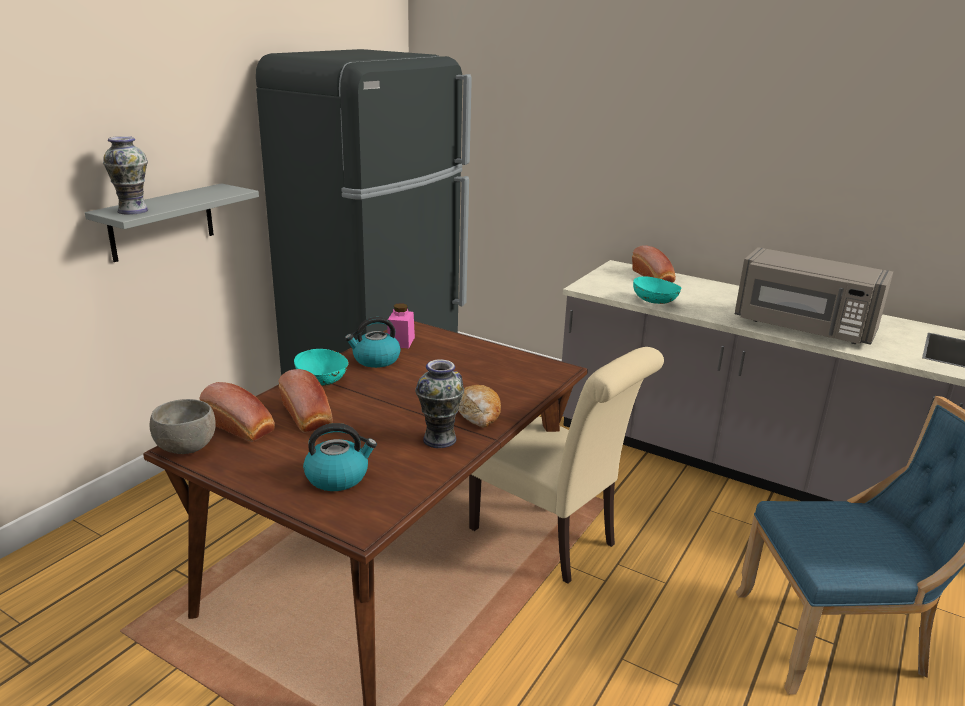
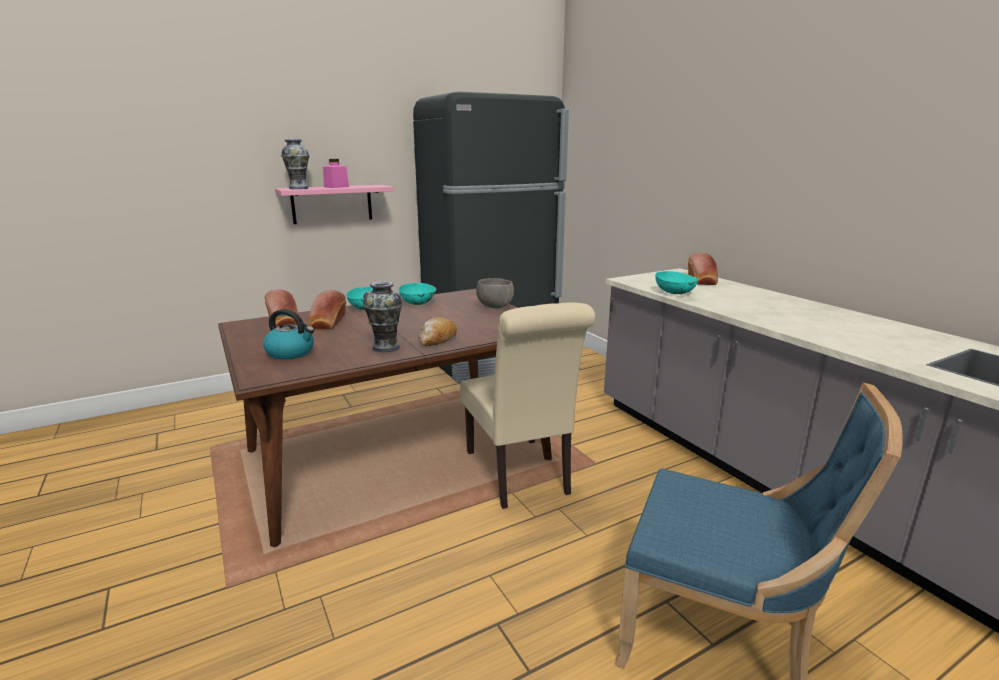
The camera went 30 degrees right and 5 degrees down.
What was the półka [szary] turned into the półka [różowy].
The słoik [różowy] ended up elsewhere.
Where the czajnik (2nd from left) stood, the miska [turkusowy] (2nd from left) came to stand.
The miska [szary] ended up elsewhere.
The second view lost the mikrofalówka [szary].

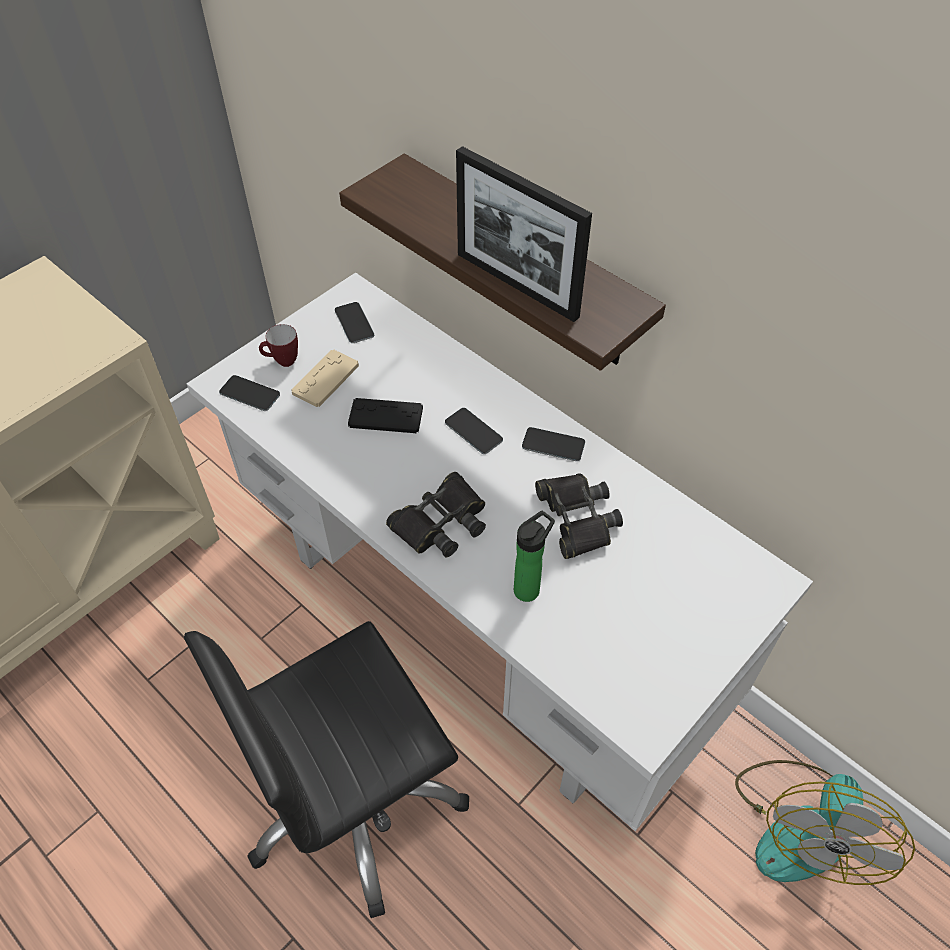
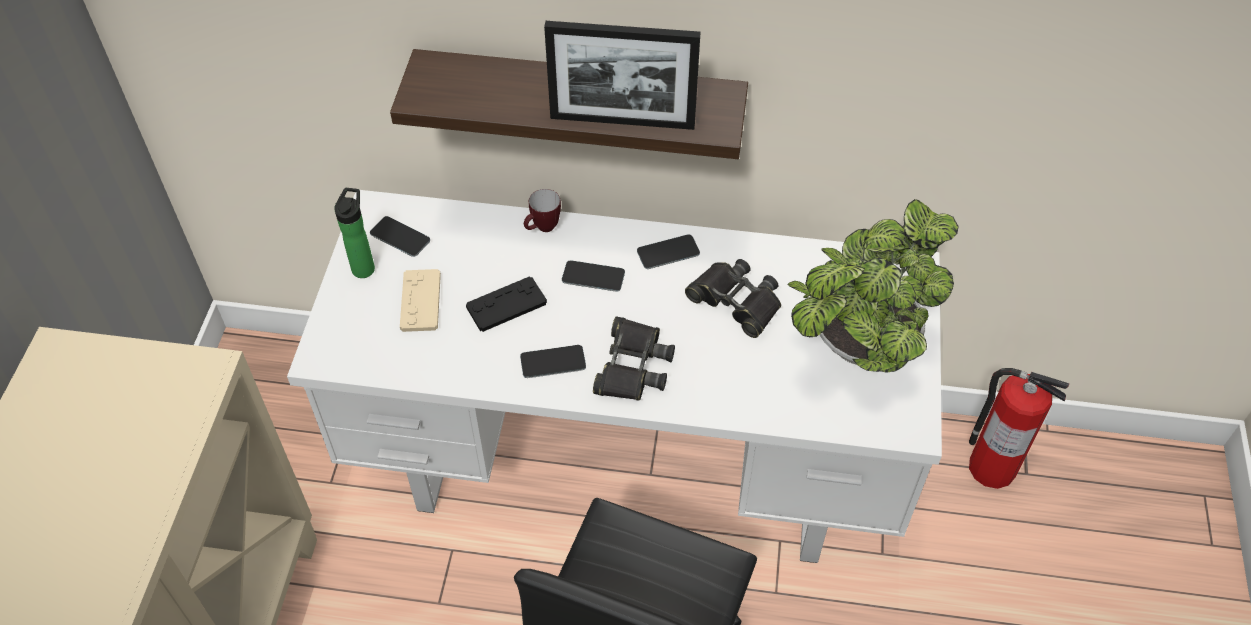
The camera went 35 degrees left and 0 degrees up.
The butelka ended up elsewhere.
The telefon (1st from left in the first image) ended up elsewhere.
The kubek ended up elsewhere.
The second view gained the roślina doniczkowa.
Where the wentylator stood, the gaśnica came to stand.

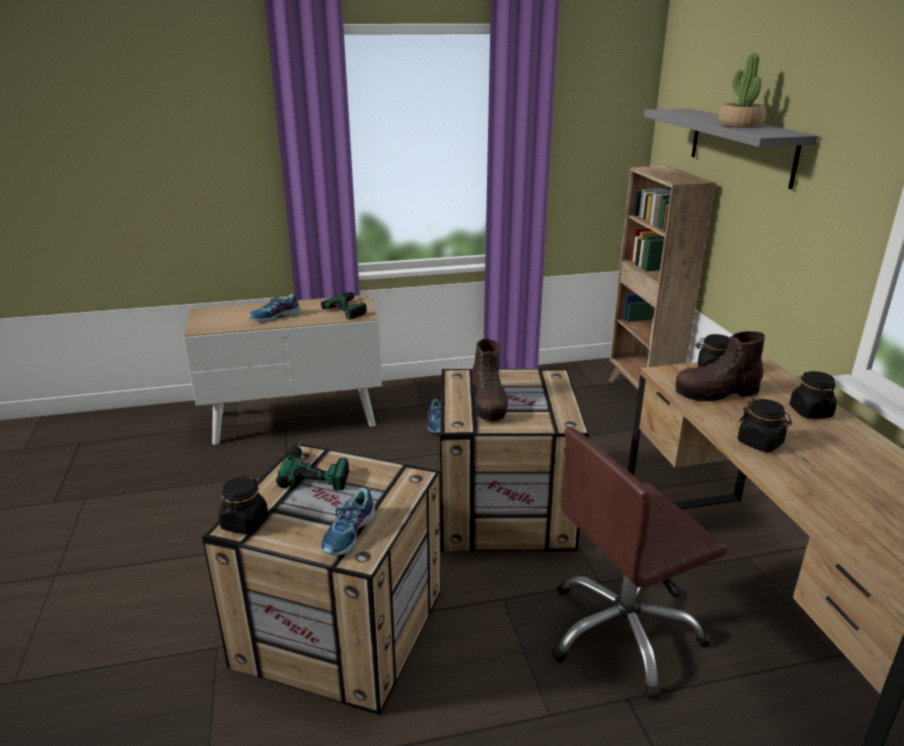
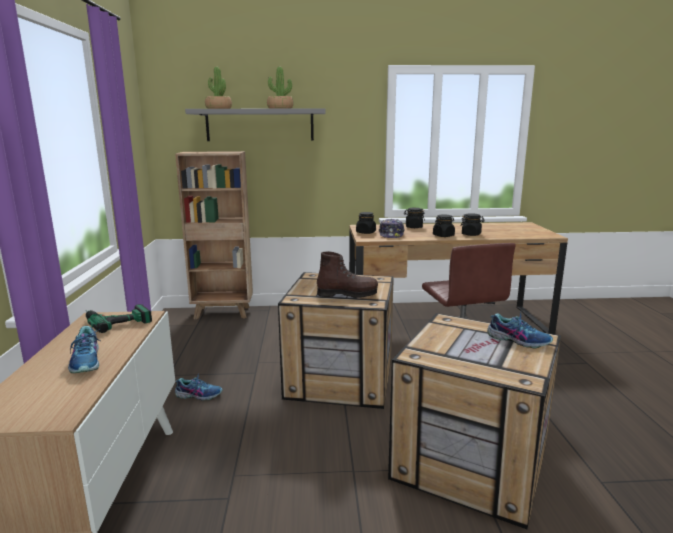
The camera went 80 degrees left and 10 degrees down.
The second view gained the roślina doniczkowa (1st from left).
Where the but z cholewką [brązowy] (2nd from left) stood, the czapka z daszkiem came to stand.
The słoik [czarny] (1st from left in the first image) ended up elsewhere.
The second view lost the wiertarka (1st from left).

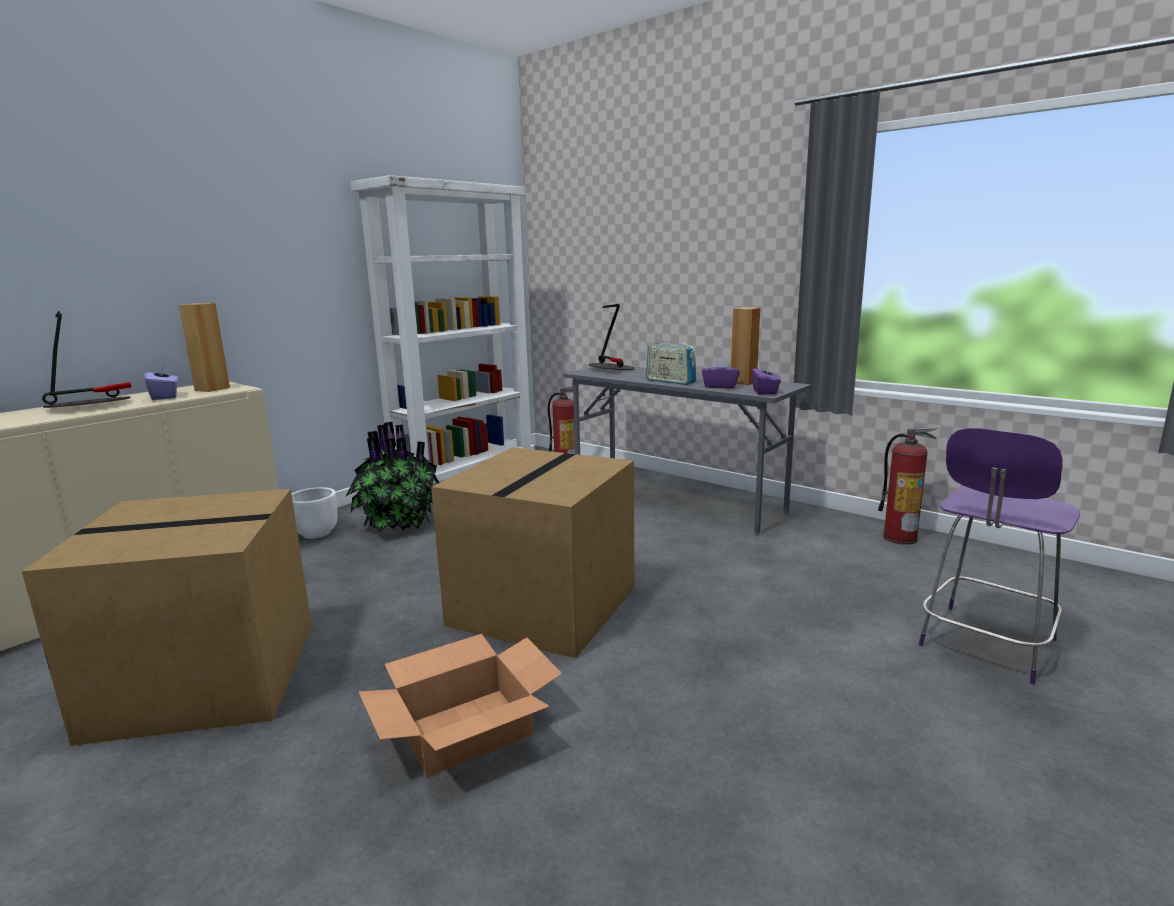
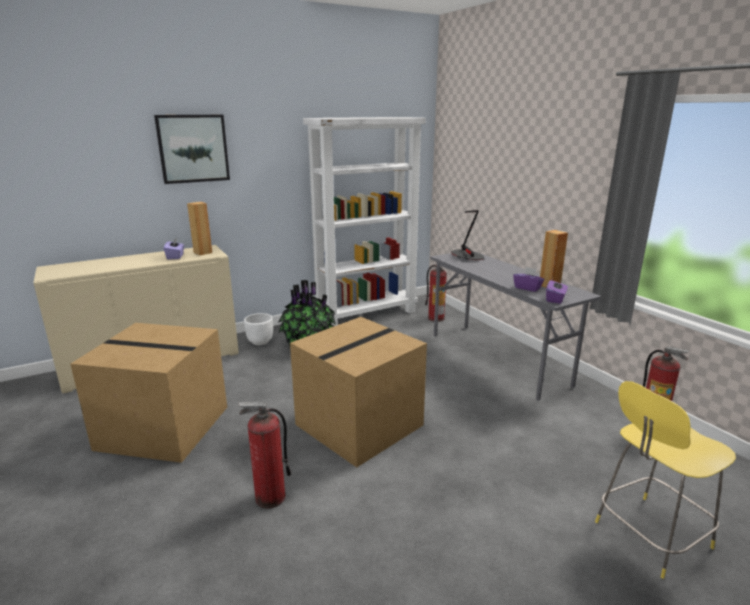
The camera went 20 degrees right and 5 degrees up.
The second view gained the obraz.
Where the karton (2nd from left) stood, the gaśnica (1st from left) came to stand.
What was the stołek [fioletowy] turned into the stołek [żółty].
The second view lost the lampa stołowa (1st from left).
The second view lost the radio.

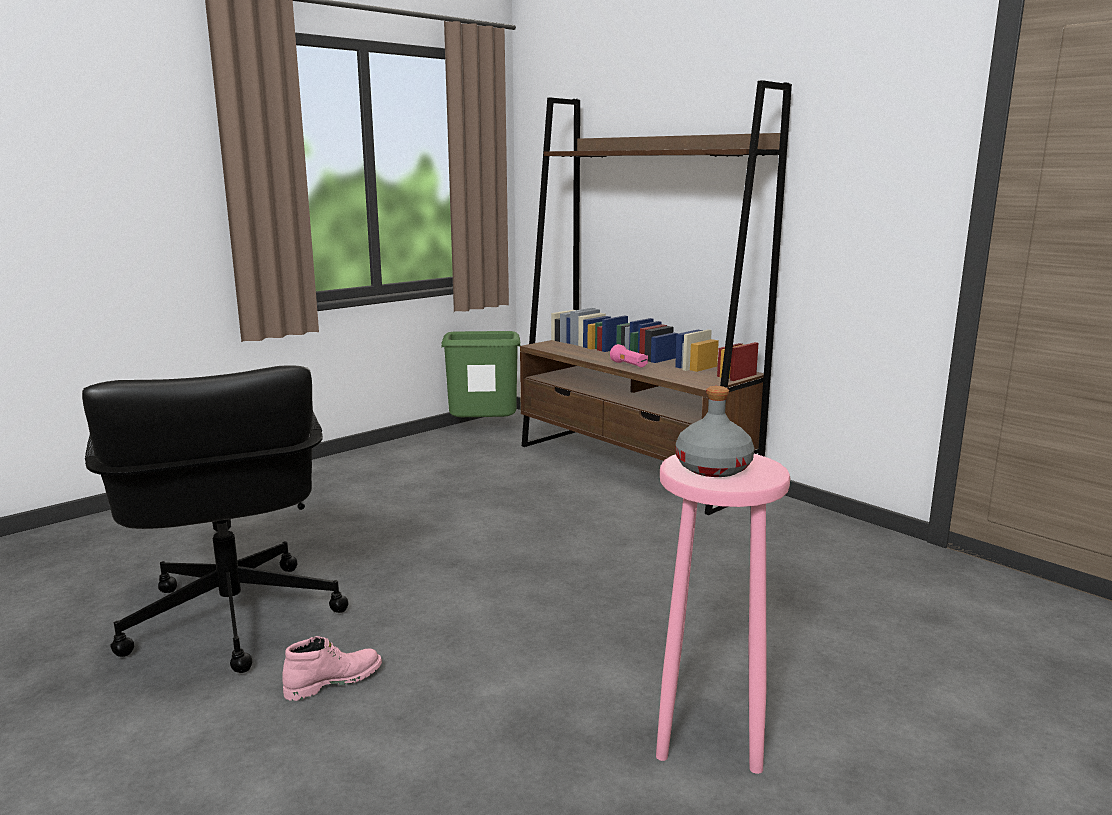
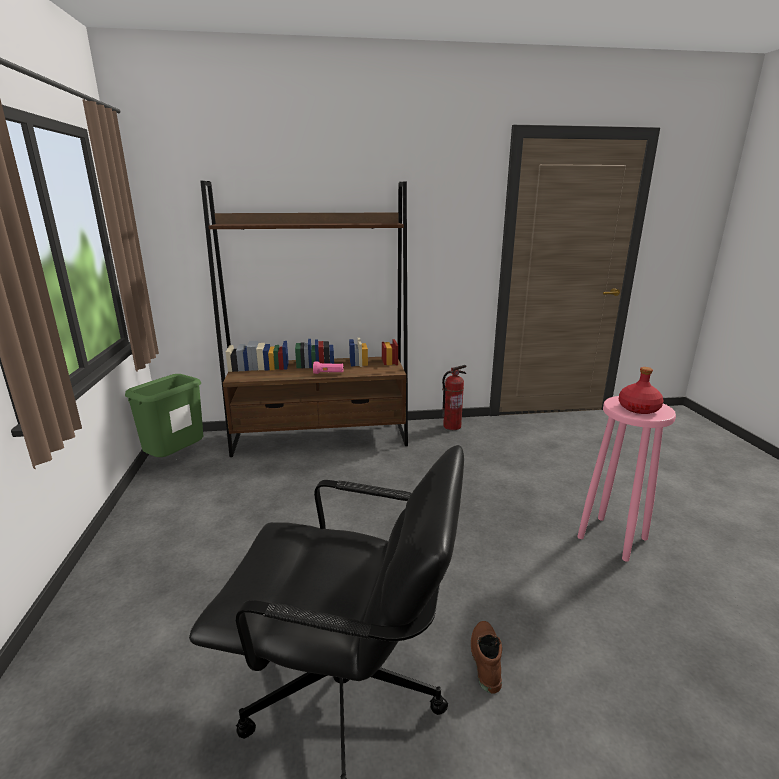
The camera went 55 degrees left and 5 degrees up.
The second view gained the gaśnica.
What was the but z cholewką [różowy] turned into the but z cholewką [brązowy].
What was the butelka [szary] turned into the butelka [czerwony].

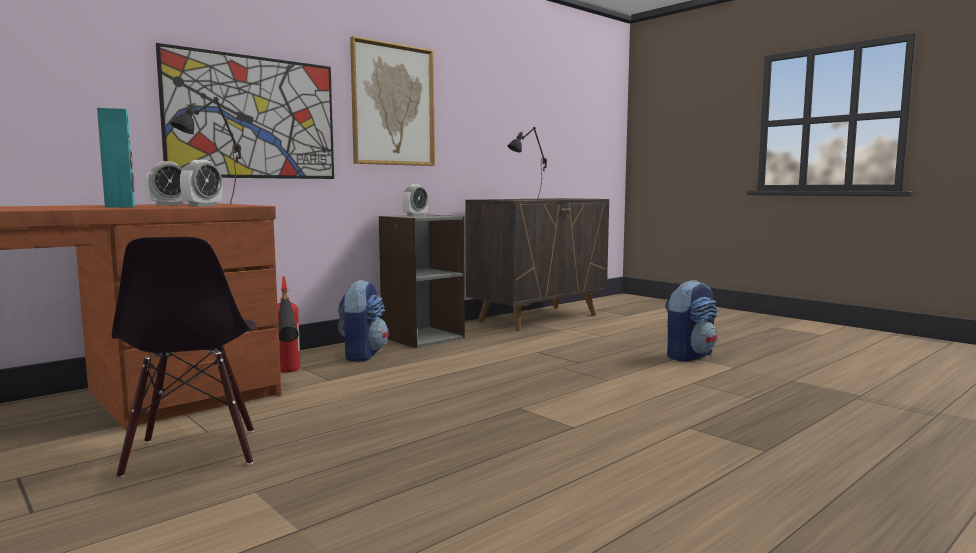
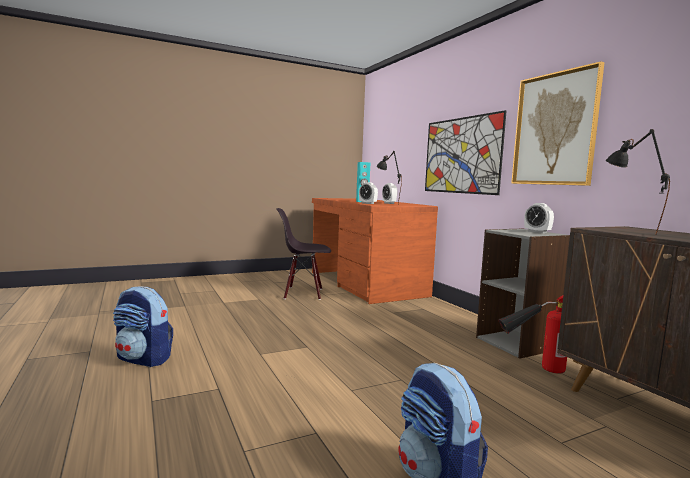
The camera went 105 degrees right and 0 degrees up.
The plecak (1st from left) ended up elsewhere.
The gaśnica ended up elsewhere.

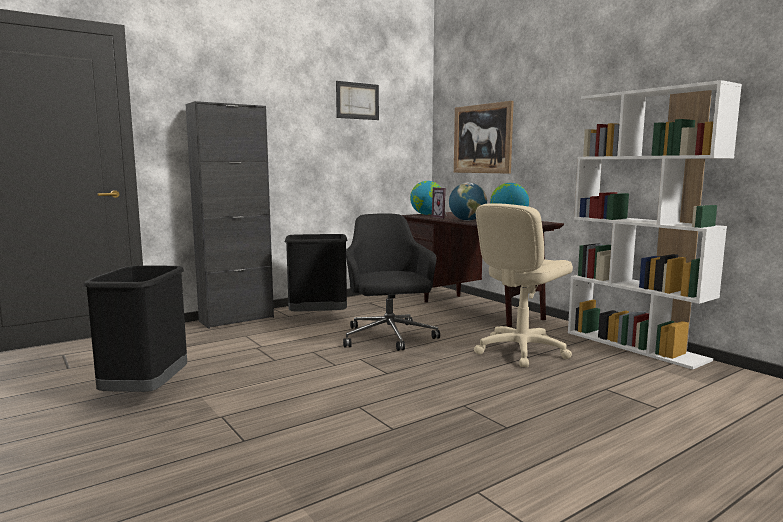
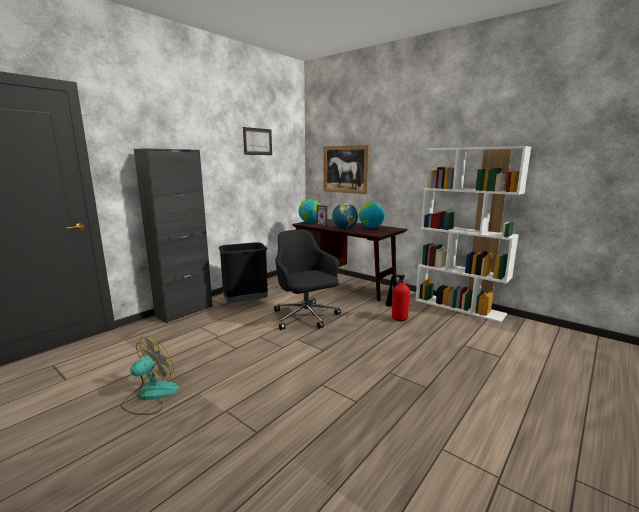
The camera went 15 degrees left and 5 degrees up.
Where the kosz na śmieci [czarny] (1st from left) stood, the wentylator came to stand.
Where the krzesło biurowe [beżowy] stood, the gaśnica came to stand.

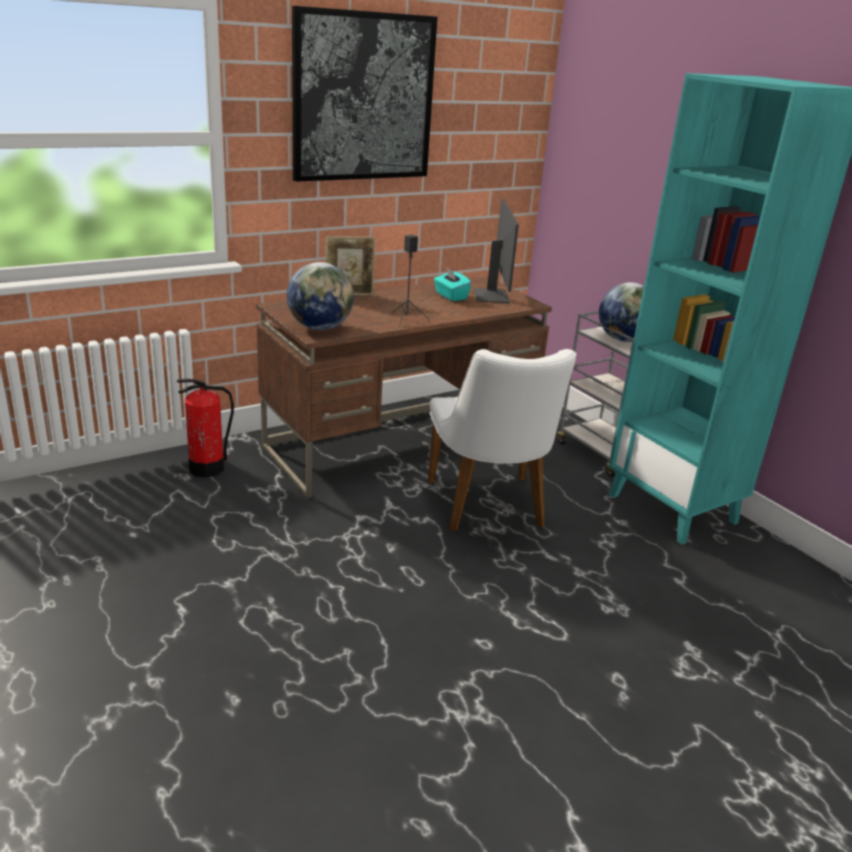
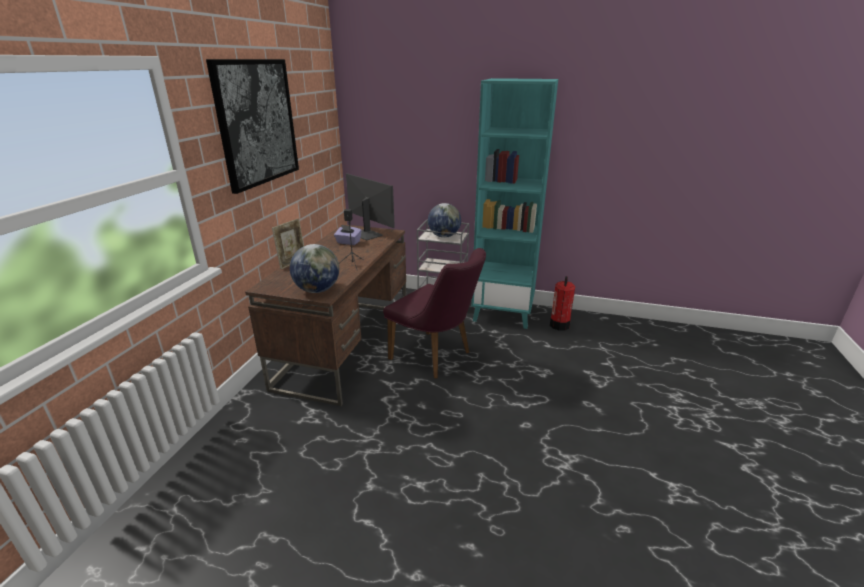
The camera went 40 degrees left and 0 degrees up.
What was the pudełko chusteczek [turkusowy] turned into the pudełko chusteczek [fioletowy].
What was the krzesło [biały] turned into the krzesło [fioletowy].
The gaśnica ended up elsewhere.

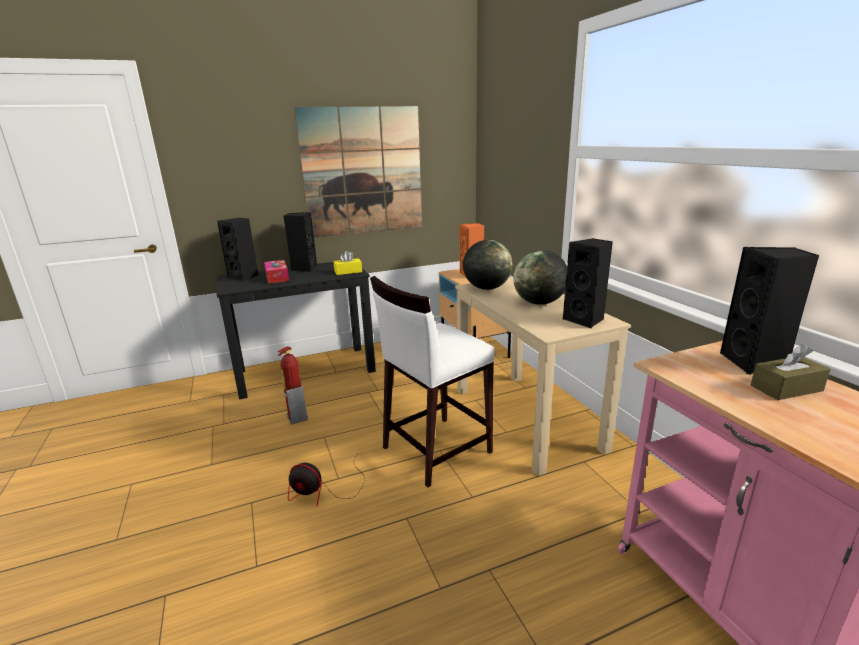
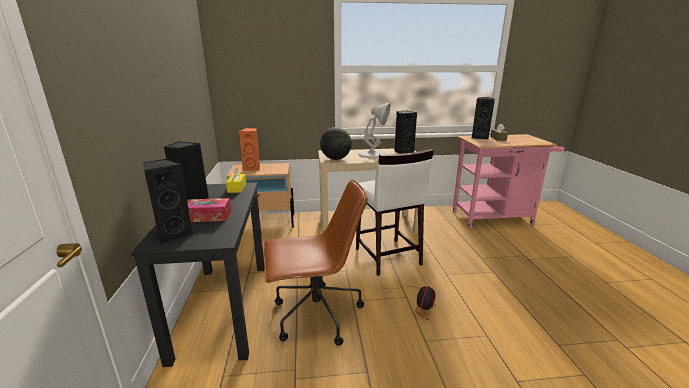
The camera went 75 degrees left and 0 degrees up.
Where the gaśnica stood, the krzesło biurowe [brązowy] came to stand.
Where the globus (2nd from left) stood, the lampa stołowa [biały] came to stand.
The second view lost the obraz.

